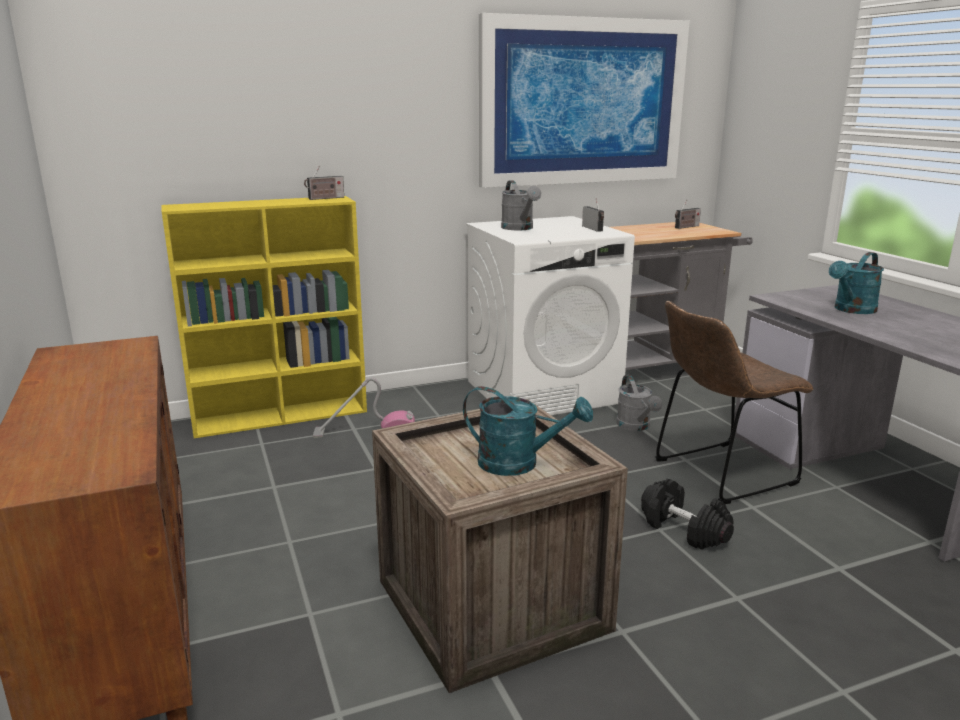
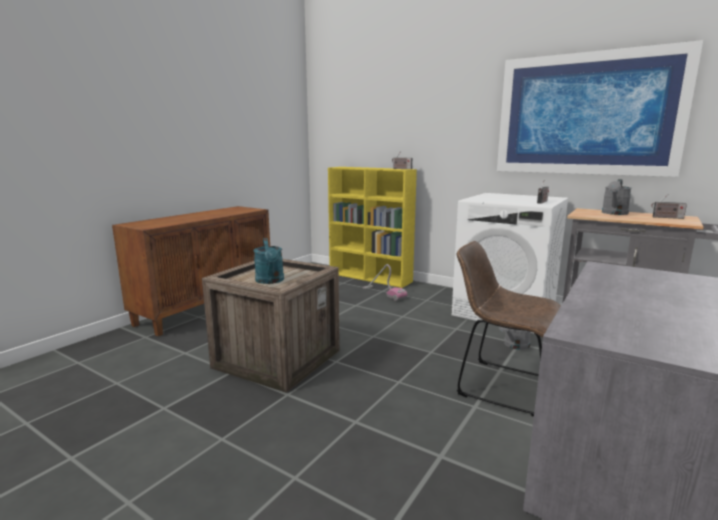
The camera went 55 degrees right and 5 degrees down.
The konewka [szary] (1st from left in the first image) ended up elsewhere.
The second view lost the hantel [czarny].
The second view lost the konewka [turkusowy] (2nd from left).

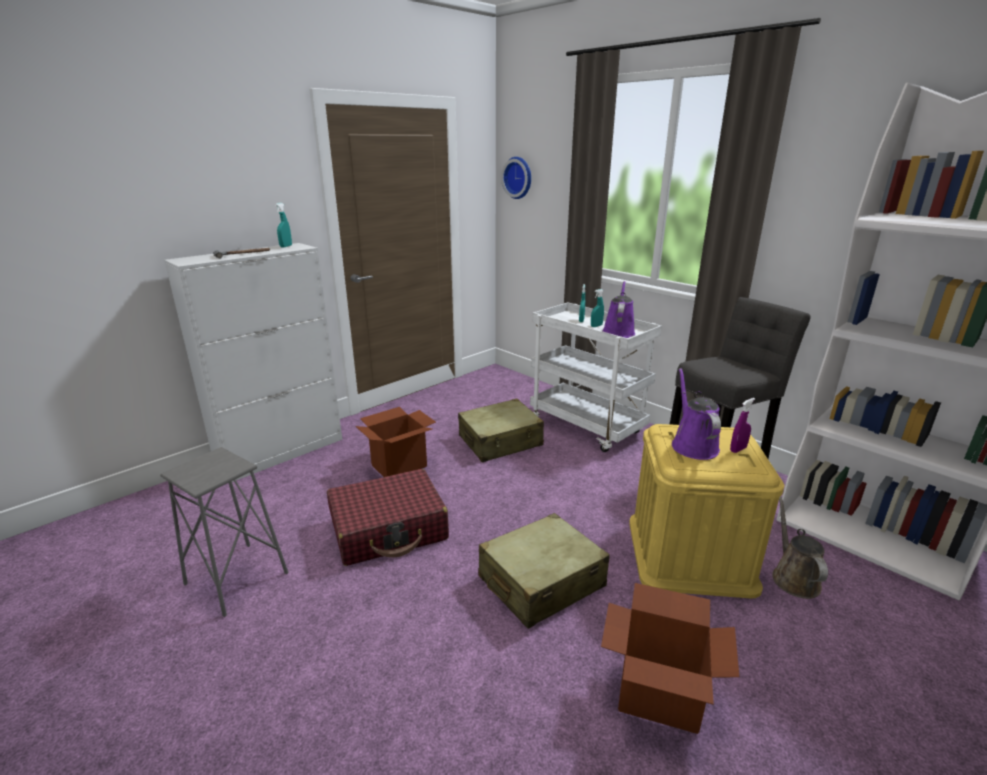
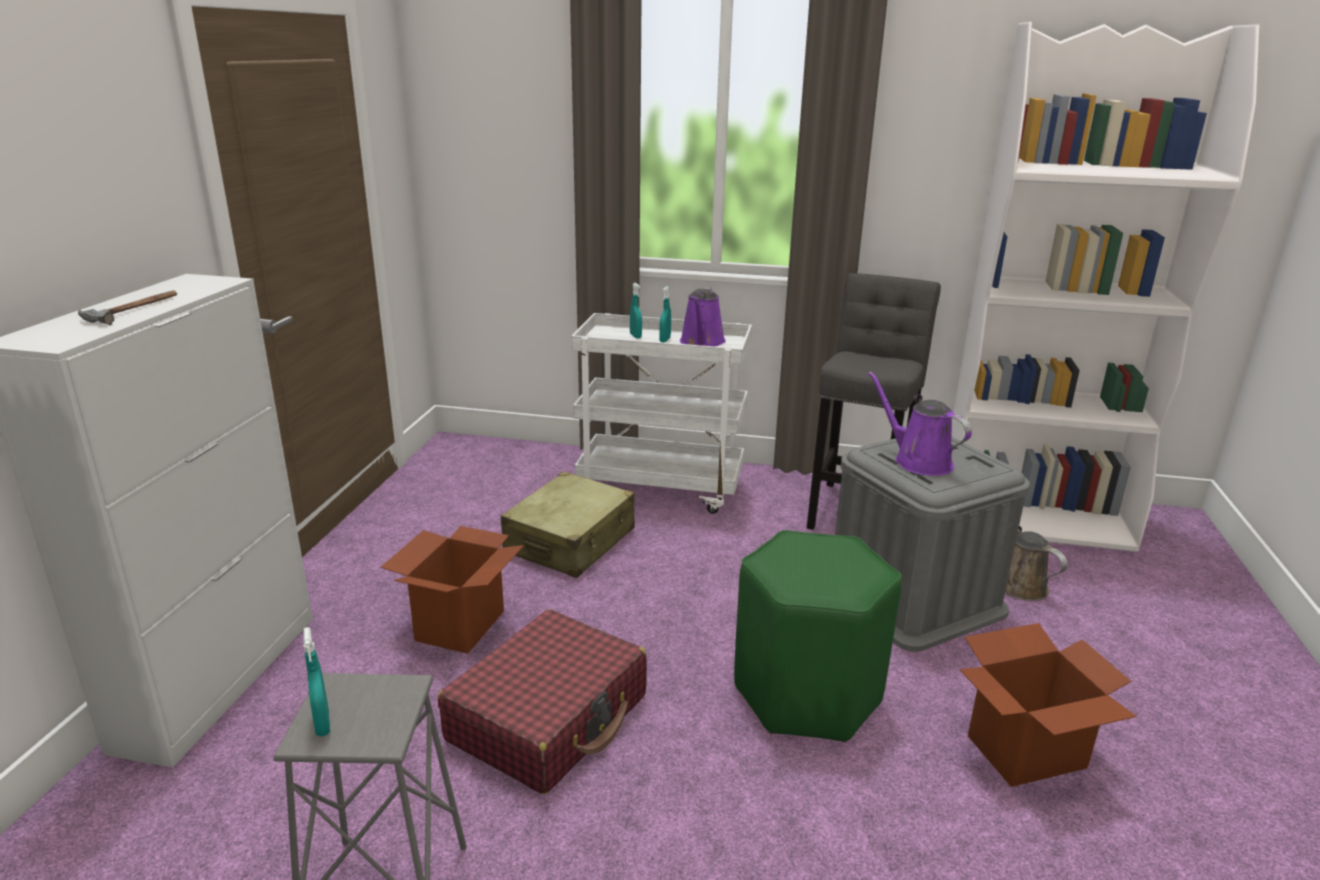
The camera went 35 degrees left and 0 degrees up.
The spryskiwacz [turkusowy] (1st from left) ended up elsewhere.
The konewka [fioletowy] (1st from left) ended up facing another way, 150 degrees counterclockwise from before.
Where the walizka [beżowy] (2nd from left) stood, the stołek [zielony] came to stand.
What was the pojemnik do przechowywania [żółty] turned into the pojemnik do przechowywania [szary].
The second view lost the zegar ścienny.
The second view lost the spryskiwacz [fioletowy].

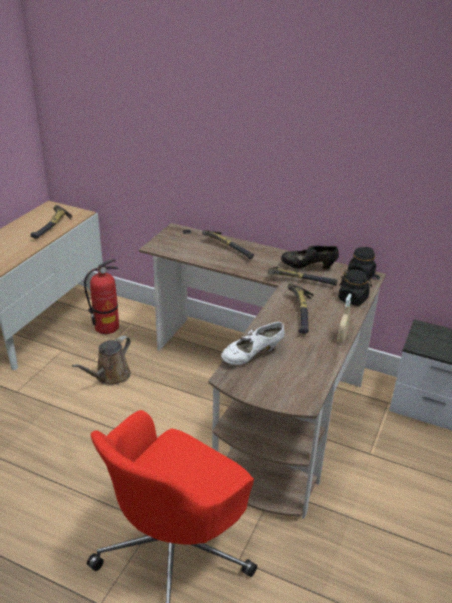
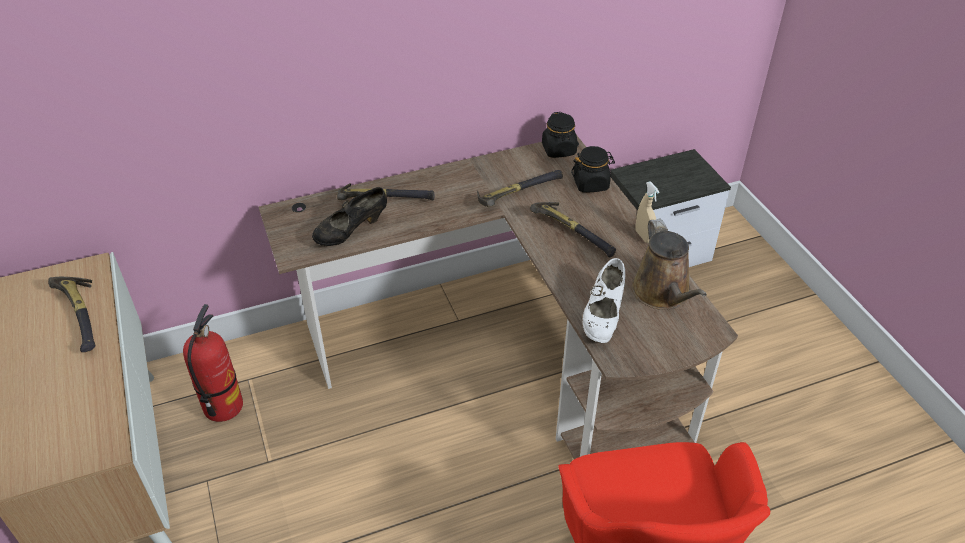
The camera went 45 degrees left and 10 degrees up.
The but [czarny] ended up elsewhere.
The konewka [brązowy] ended up elsewhere.

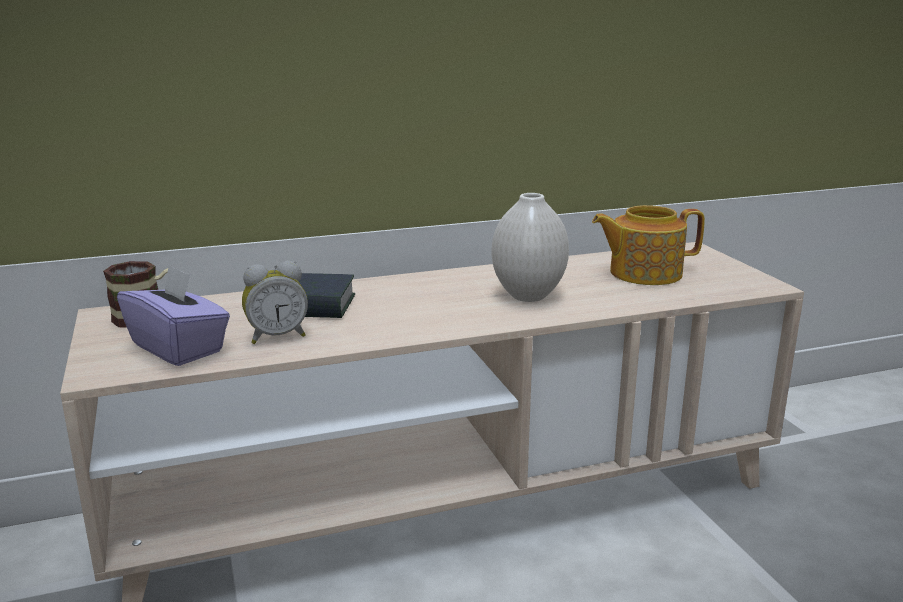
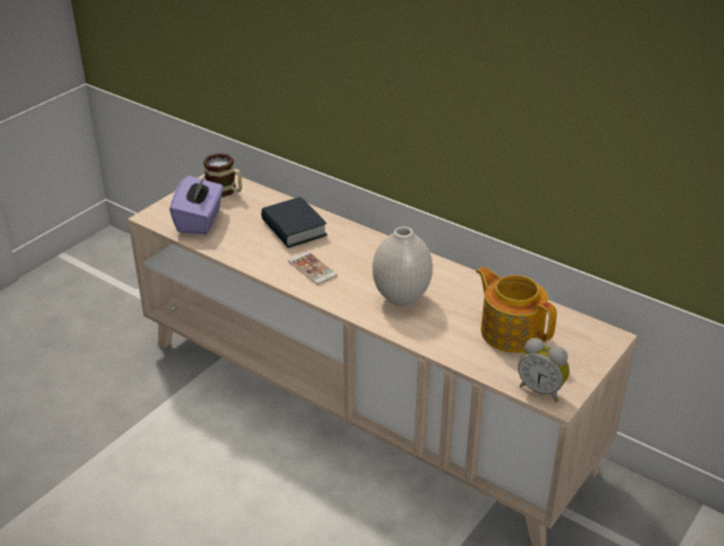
The camera went 55 degrees right and 15 degrees up.
The second view gained the telefon.
The budzik ended up elsewhere.

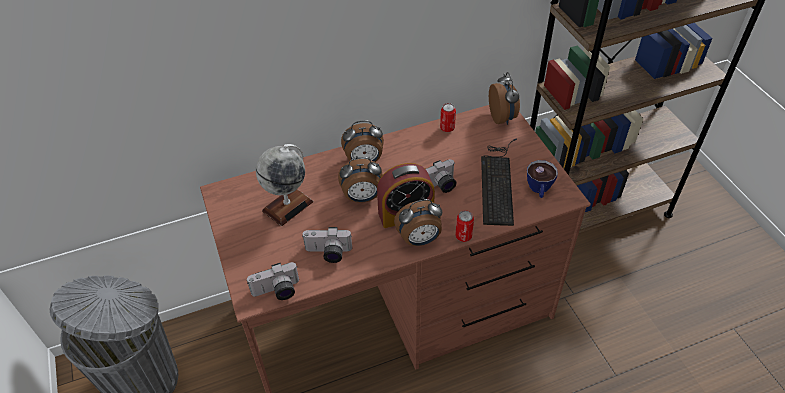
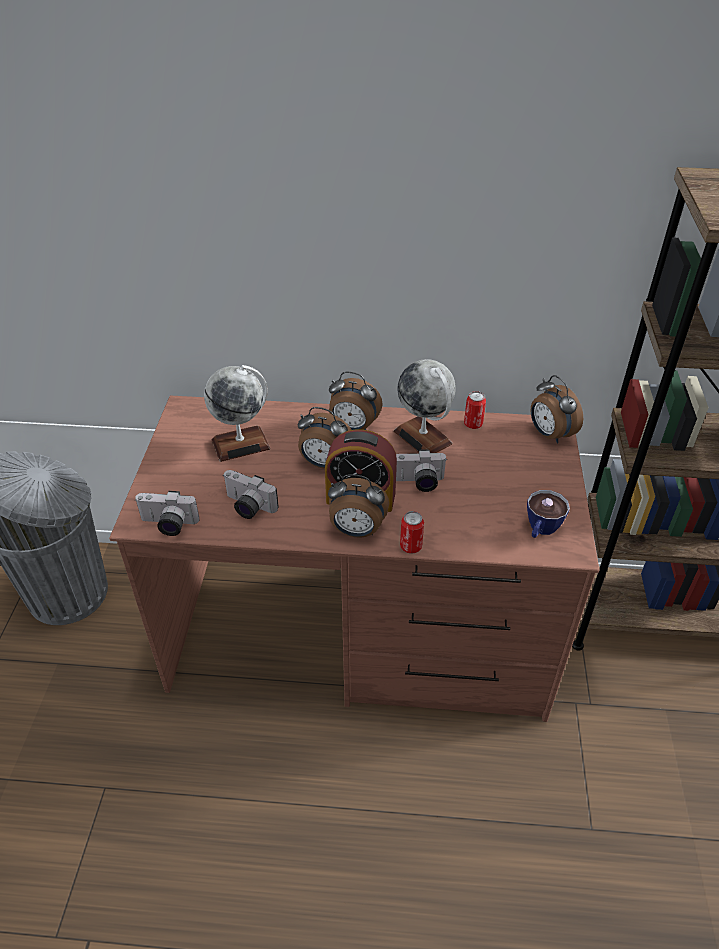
The camera went 25 degrees right and 5 degrees down.
The second view gained the globus (2nd from left).
The budzik (5th from left) ended up facing another way, 135 degrees clockwise from before.
The second view lost the klawiatura.

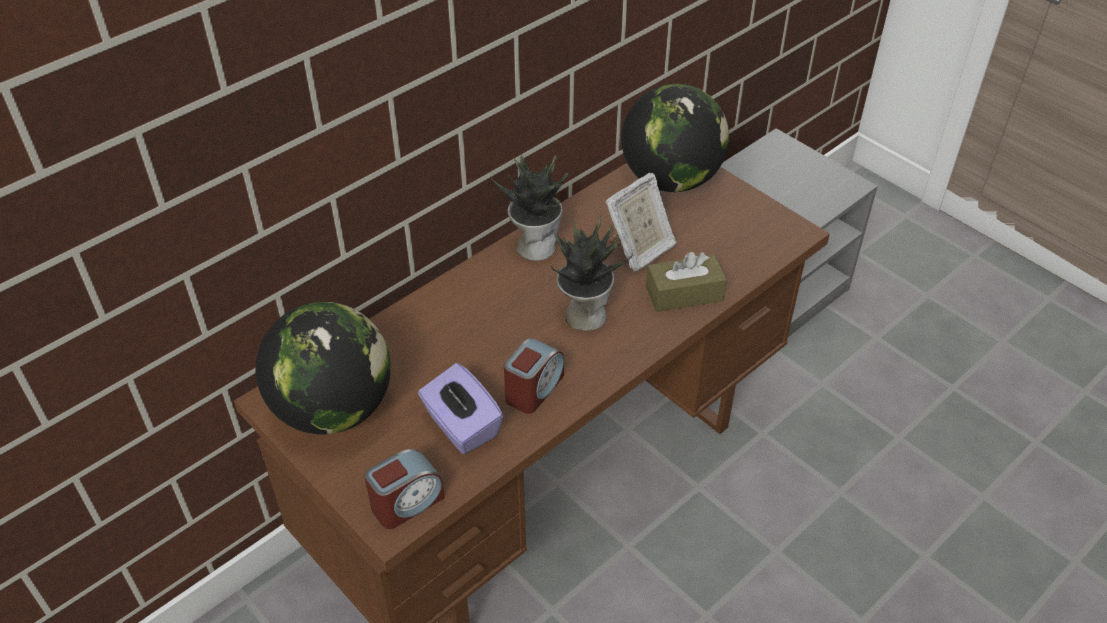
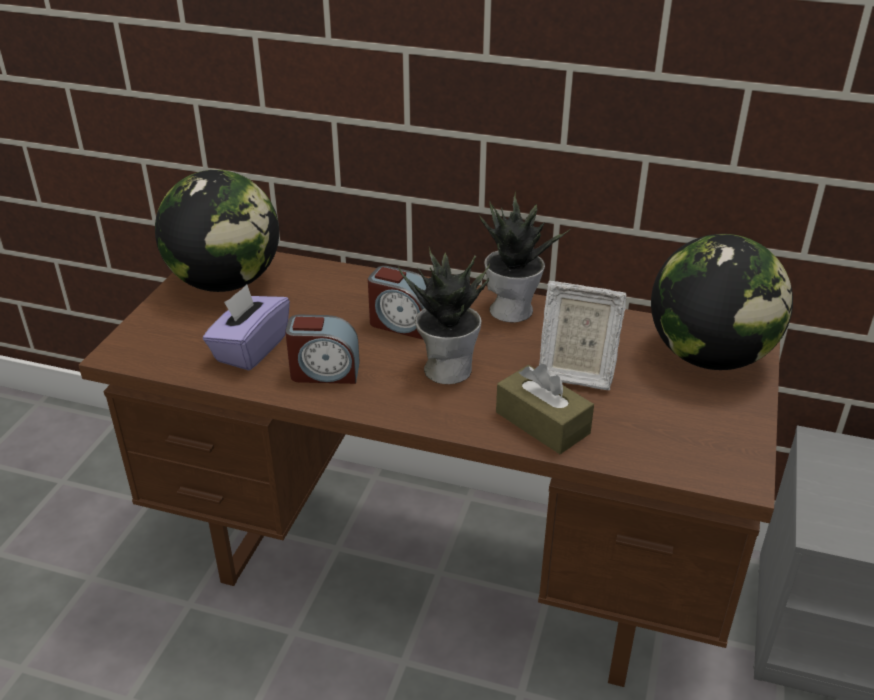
The camera went 60 degrees right and 10 degrees down.
The budzik (1st from left in the first image) ended up elsewhere.

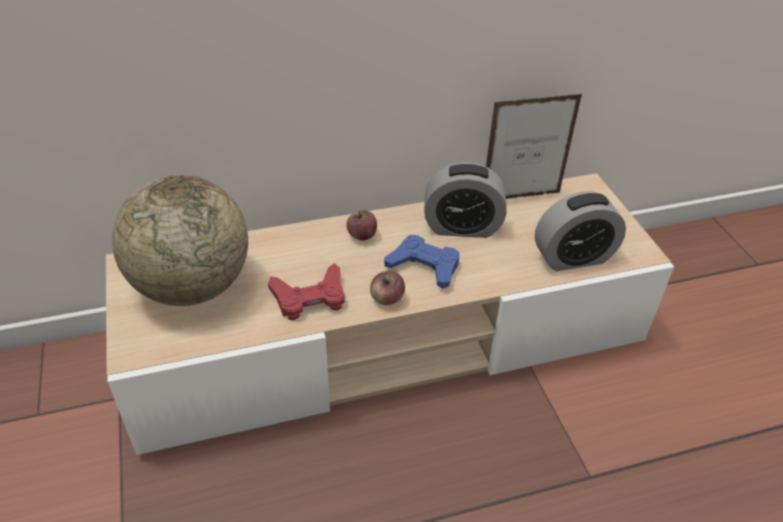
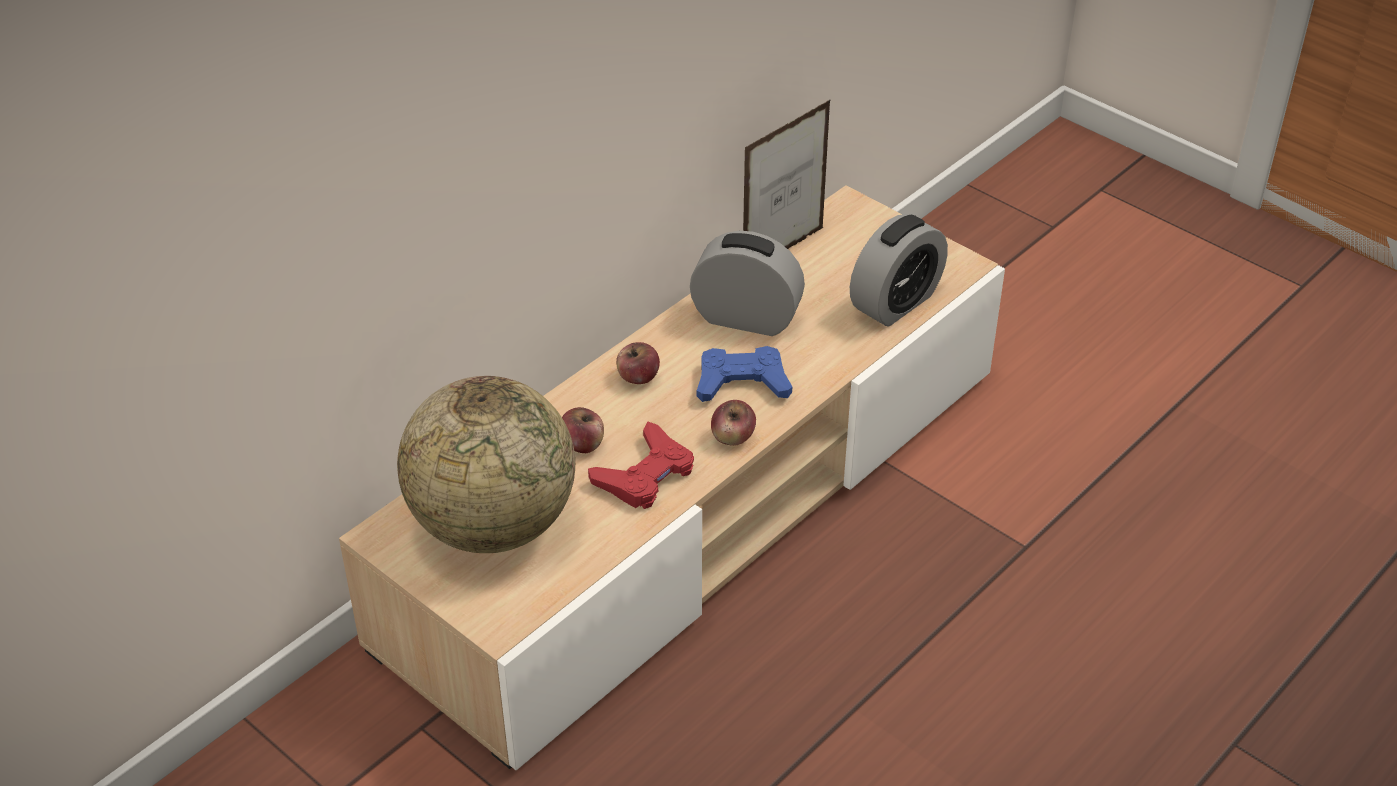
The camera went 30 degrees left and 0 degrees up.
The second view gained the jabłko (1st from left).
The budzik (1st from left) ended up facing another way, 135 degrees counterclockwise from before.

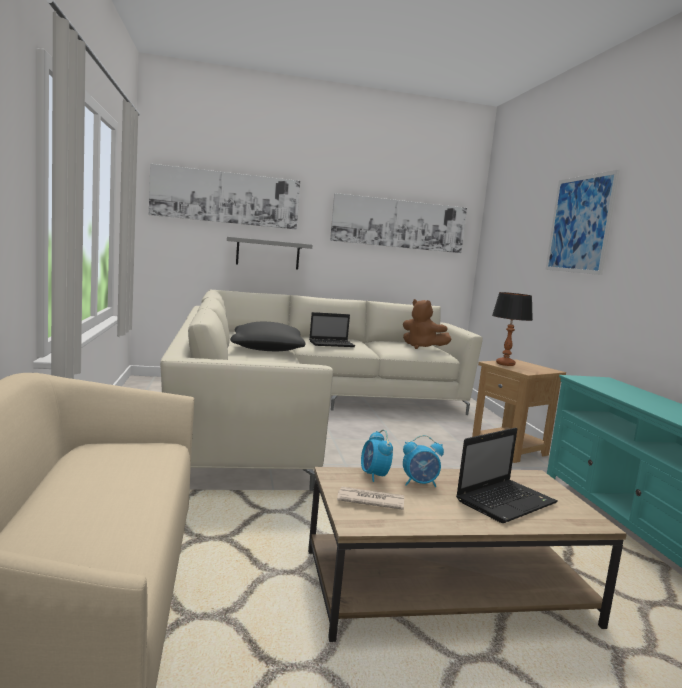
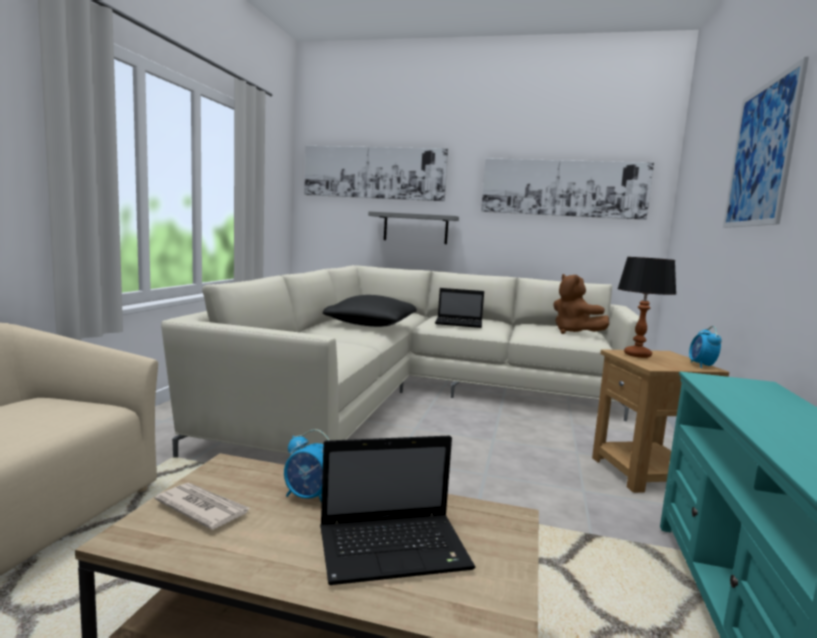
The camera went 25 degrees right and 0 degrees up.
The budzik (1st from left in the first image) ended up elsewhere.

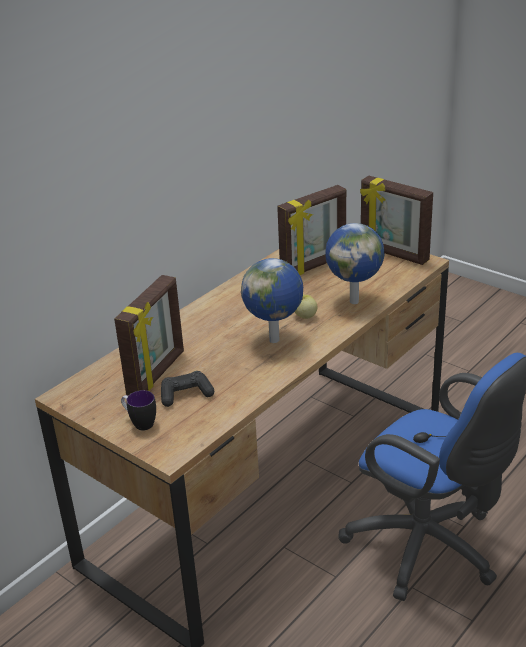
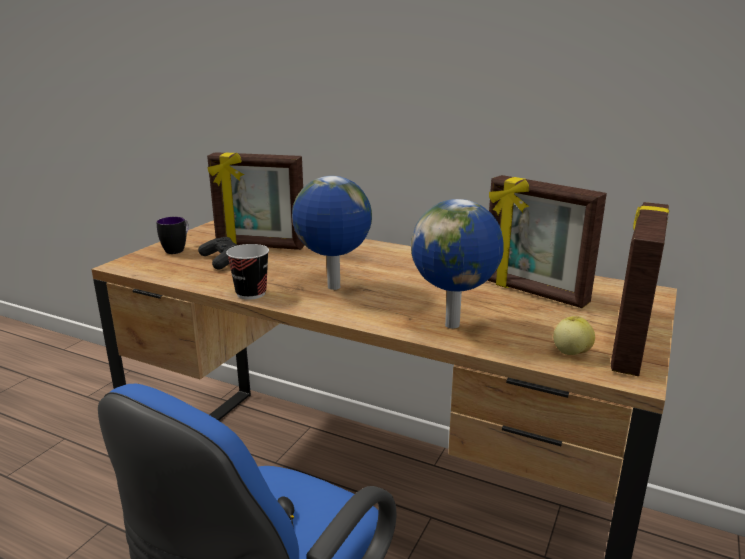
The camera went 75 degrees right and 10 degrees down.
The second view gained the filiżanka.
The jabłko ended up elsewhere.

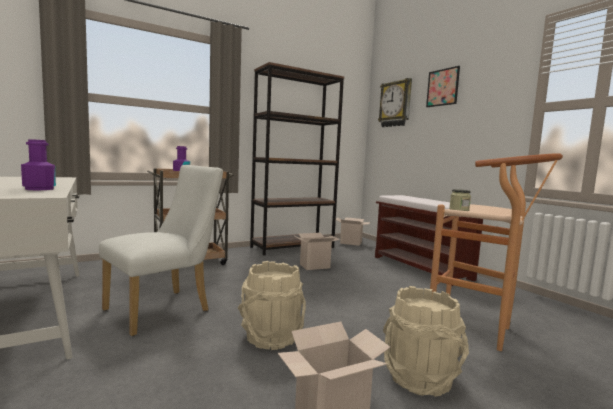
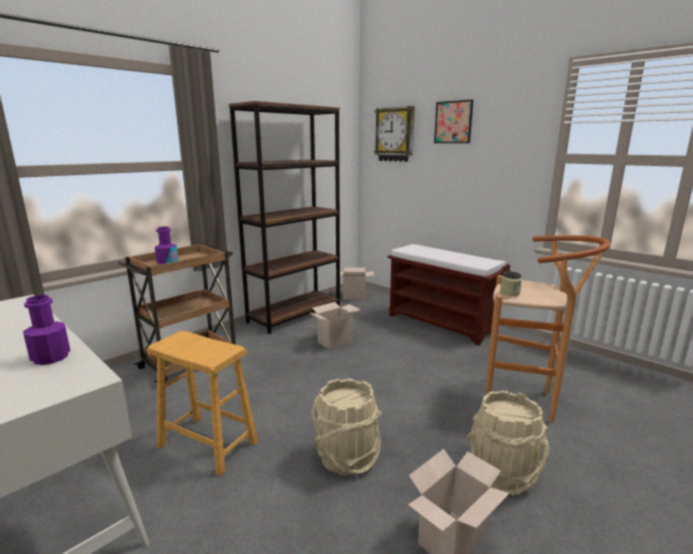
The camera went 15 degrees left and 10 degrees up.
Where the krzesło [biały] stood, the stołek [brązowy] (1st from left) came to stand.

